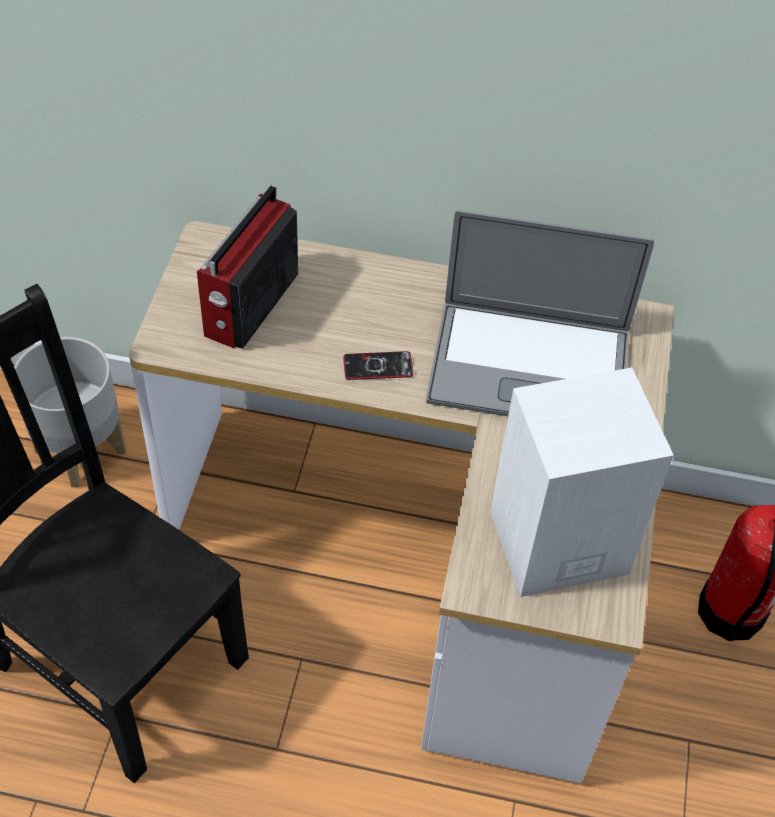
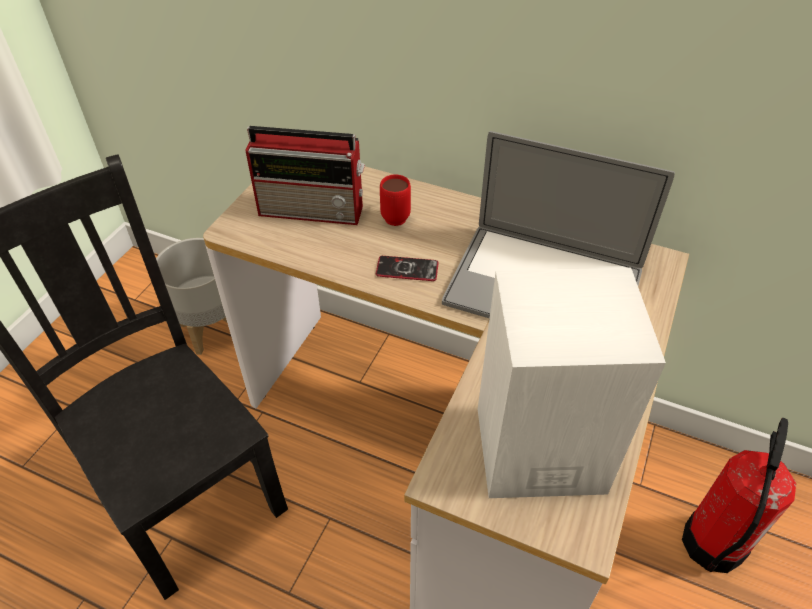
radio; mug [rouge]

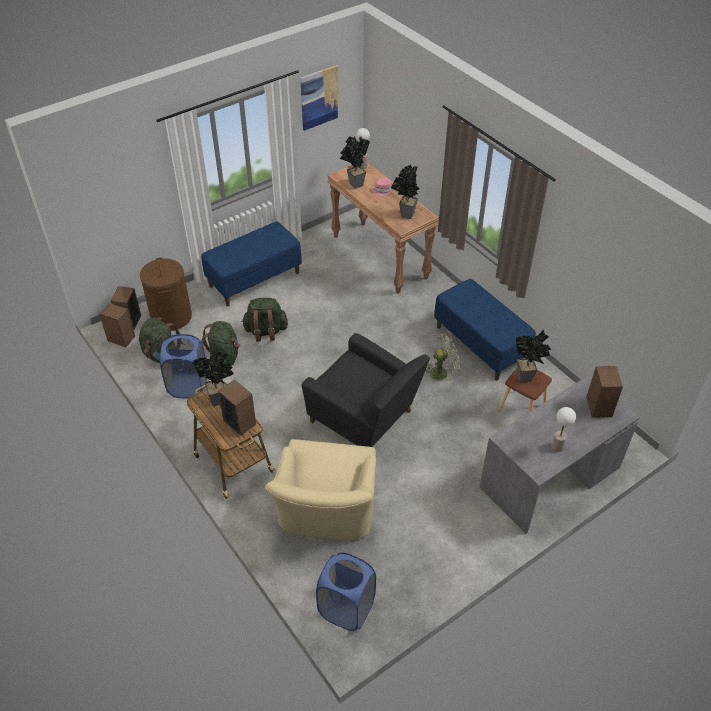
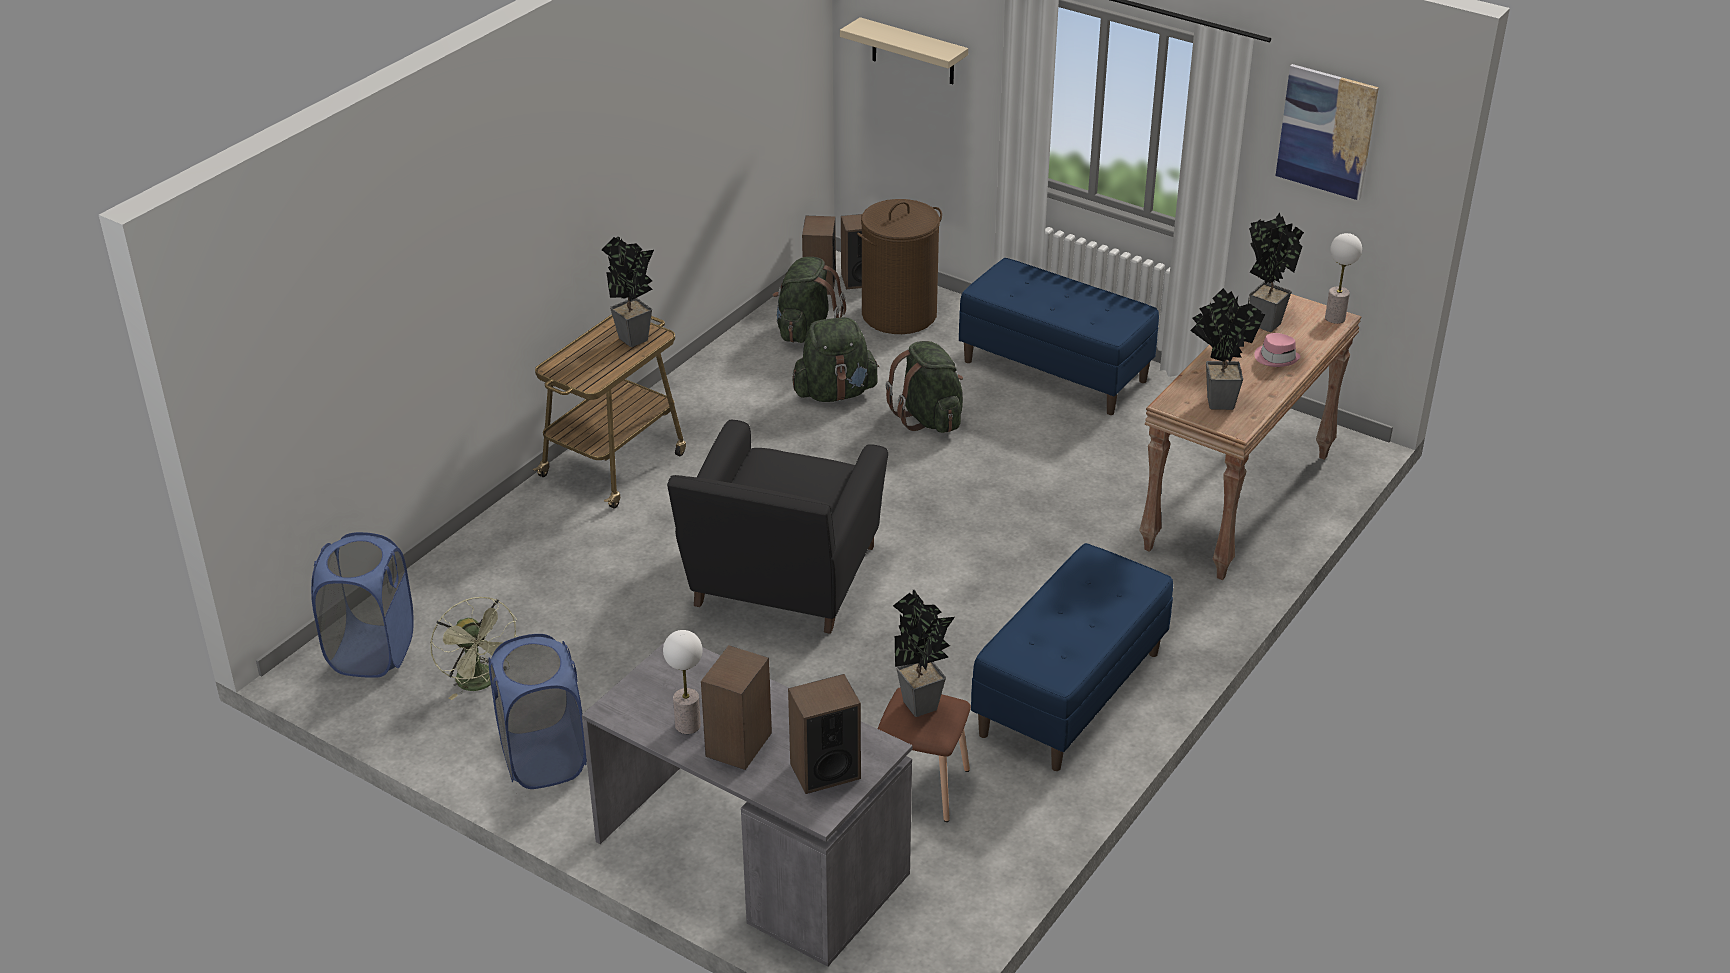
panier à linge [bleu] (2nd from left); enceinte (1st from left); fauteuil [beige]; ventilateur [vert]; étagère [beige]

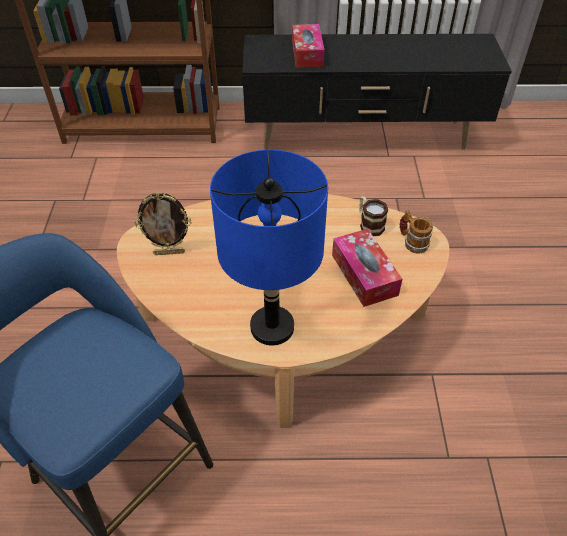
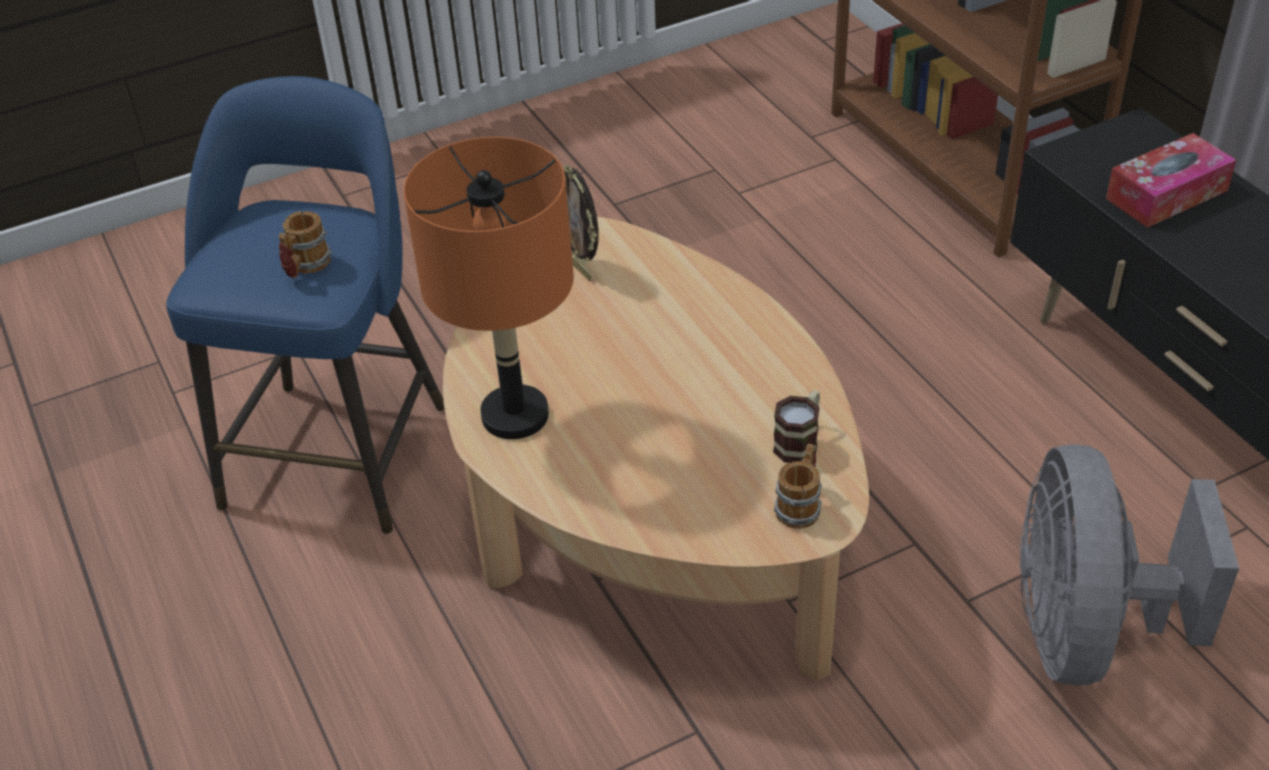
lampe de table [orange]; boîte à mouchoirs (2nd from left in the first image); mug (1st from left); ventilateur [gris]

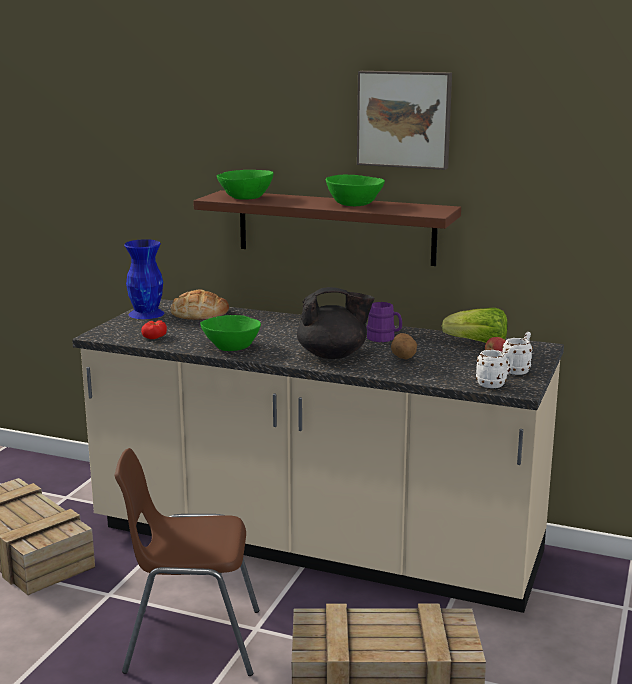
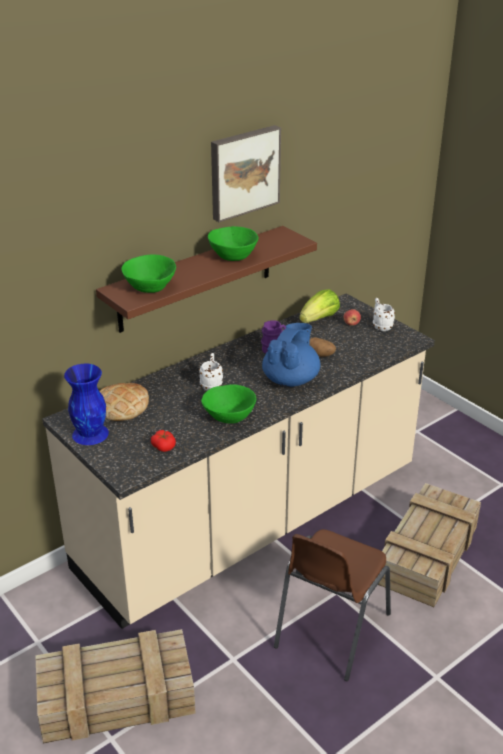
théière [bleu]; mug [blanc] (1st from left)

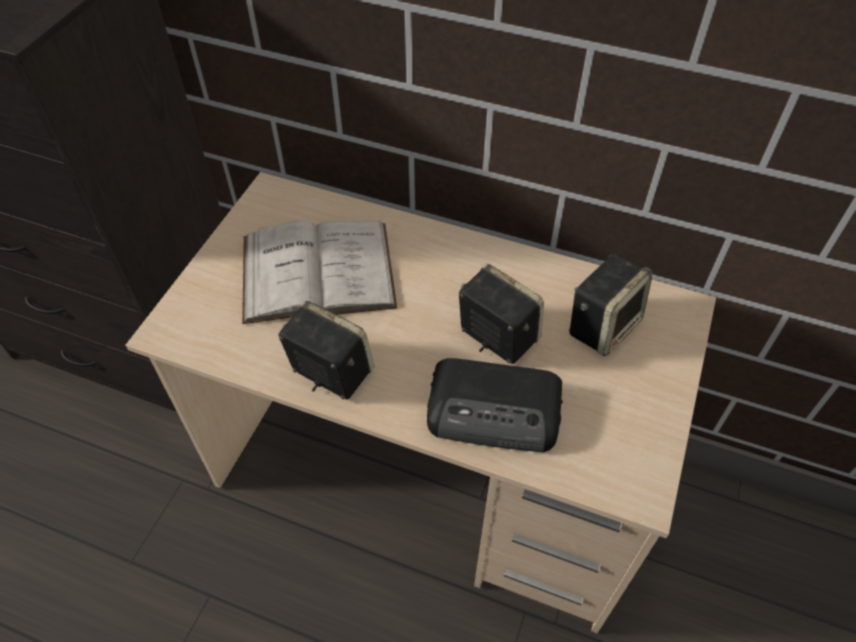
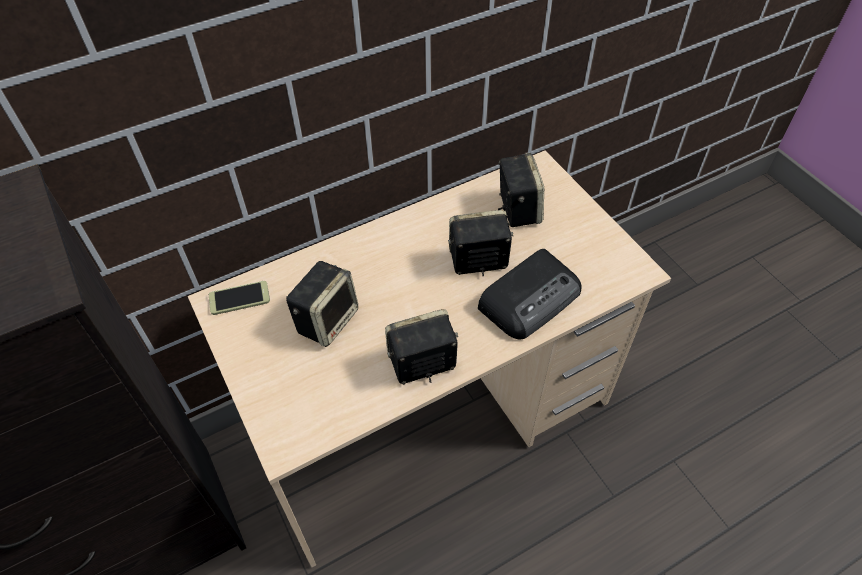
enceinte (1st from left); téléphone

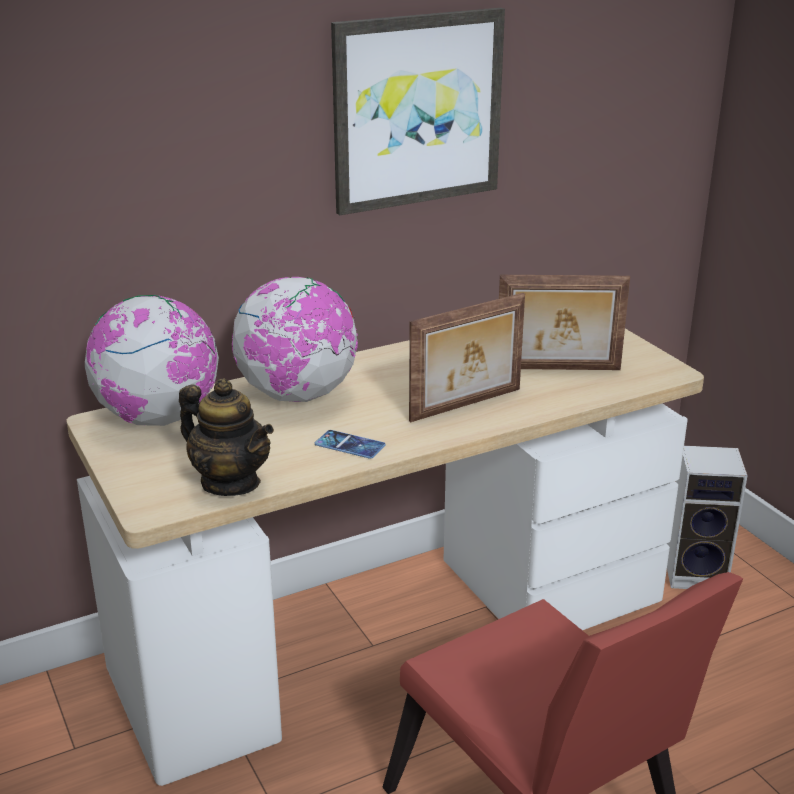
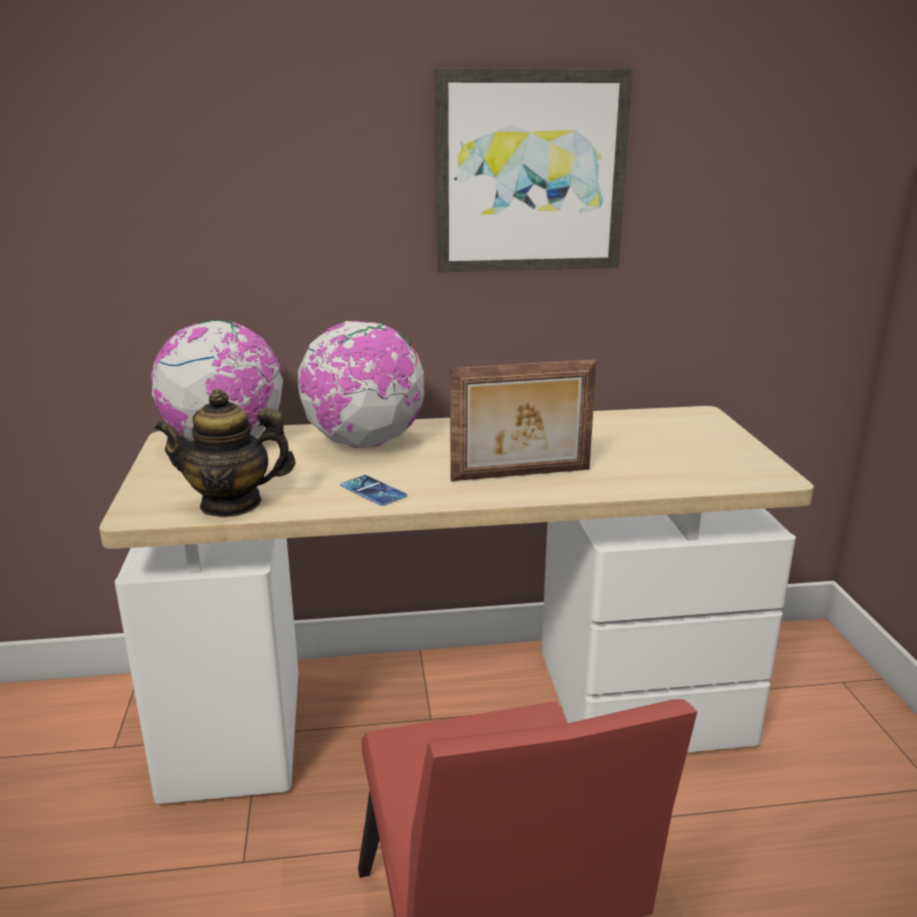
théière; cadre photo (2nd from left in the first image); enceinte

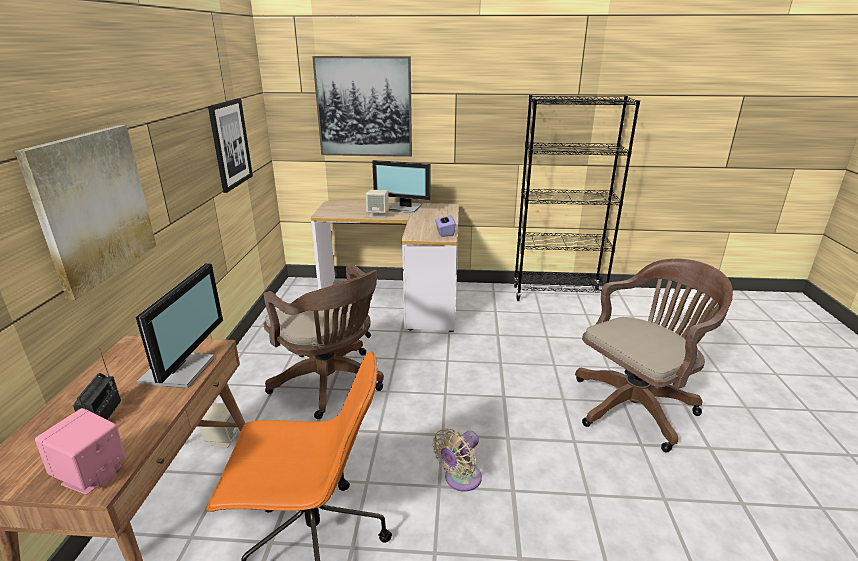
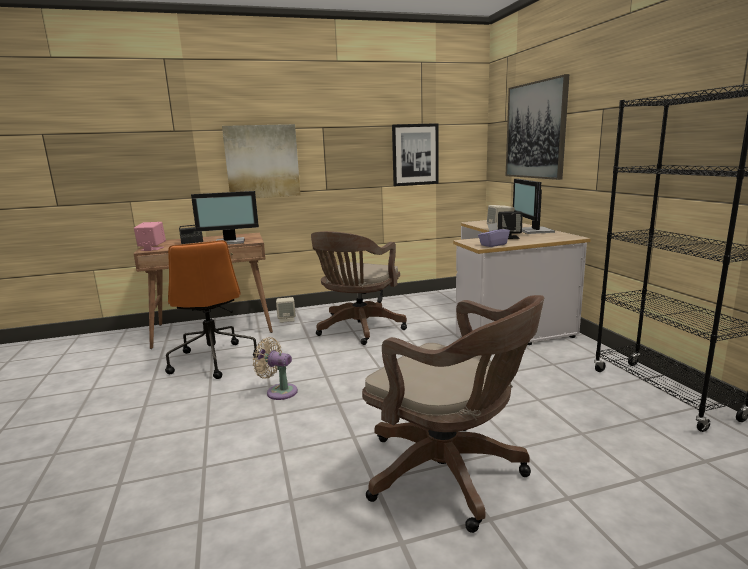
enceinte [noir]

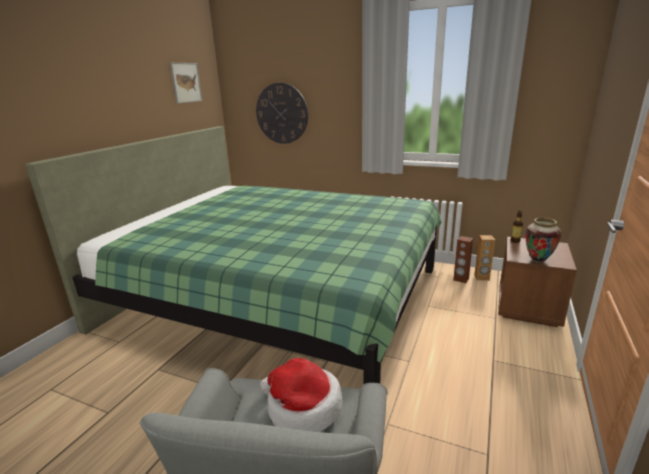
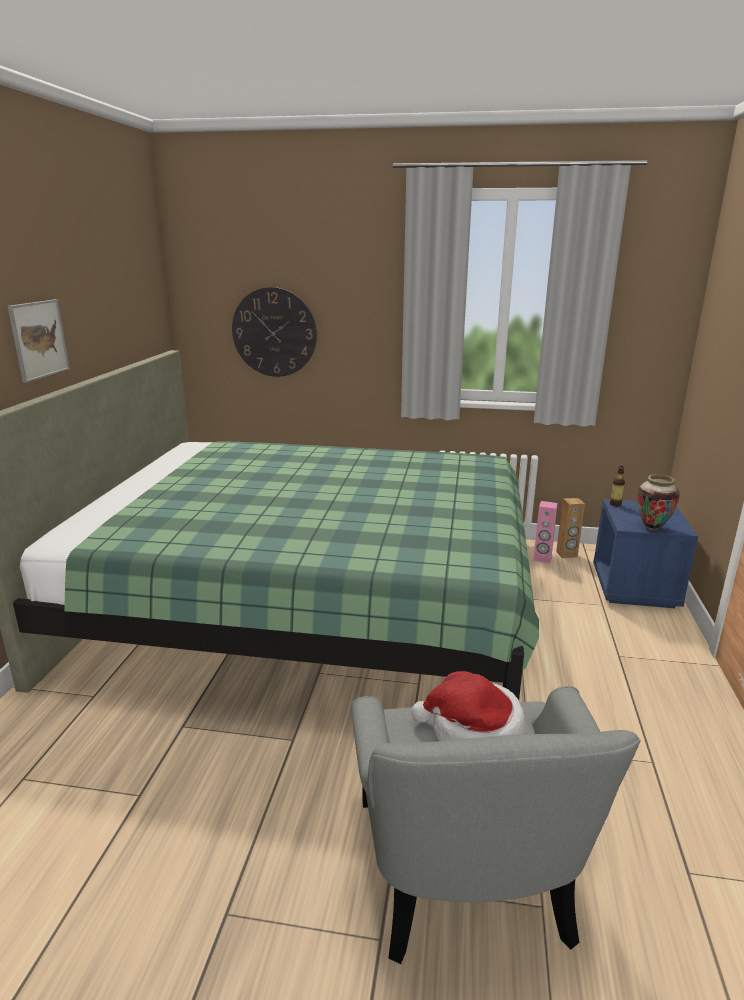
tableau; enceinte [rose]; table de chevet [bleu]

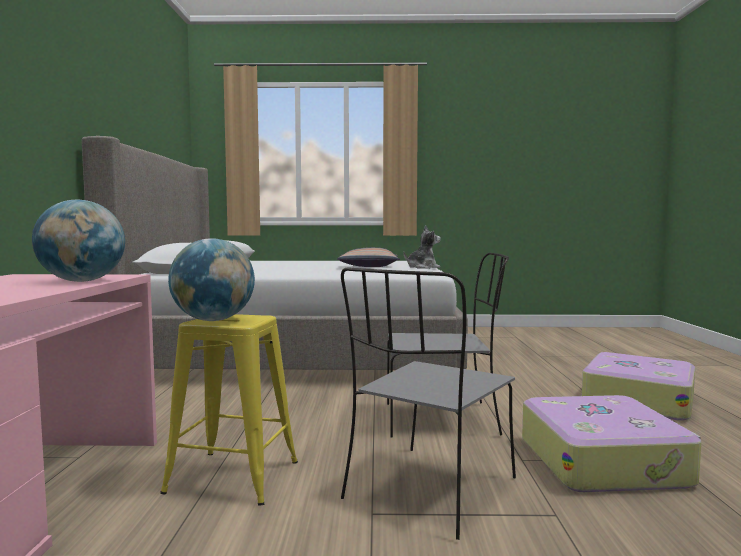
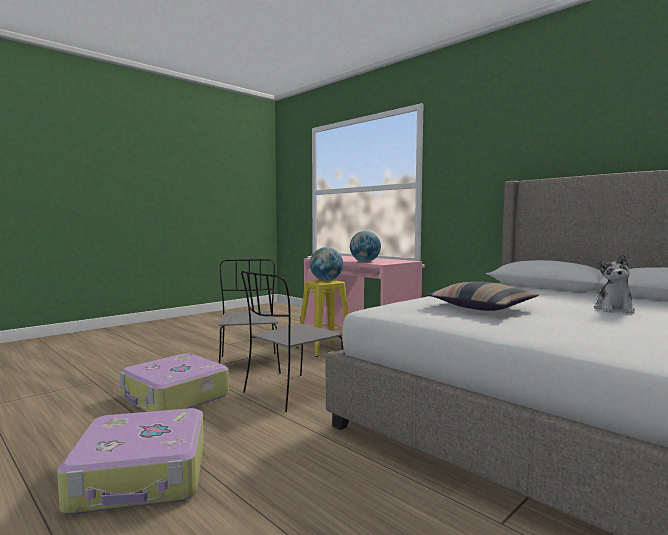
peluche

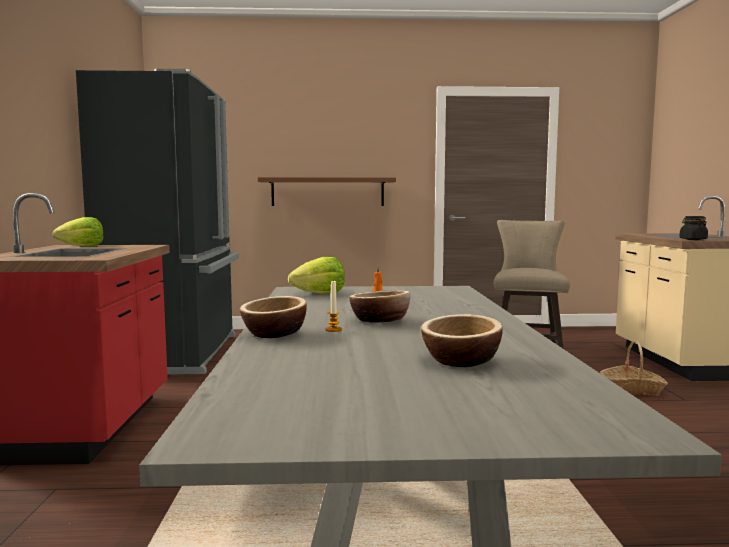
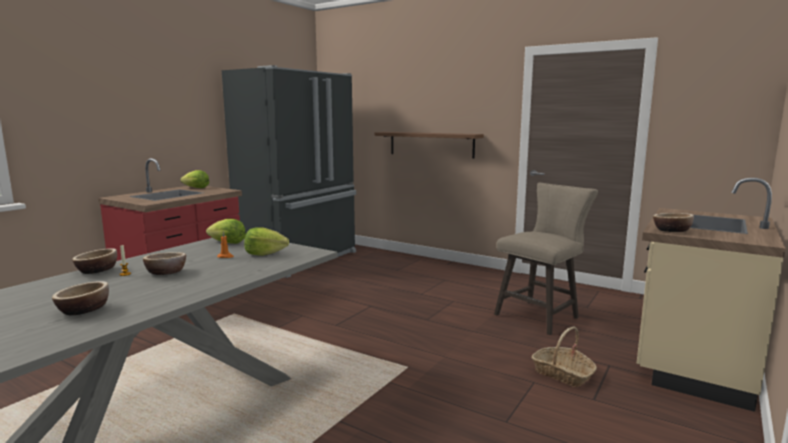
bol (4th from left); laitue (3rd from left)

